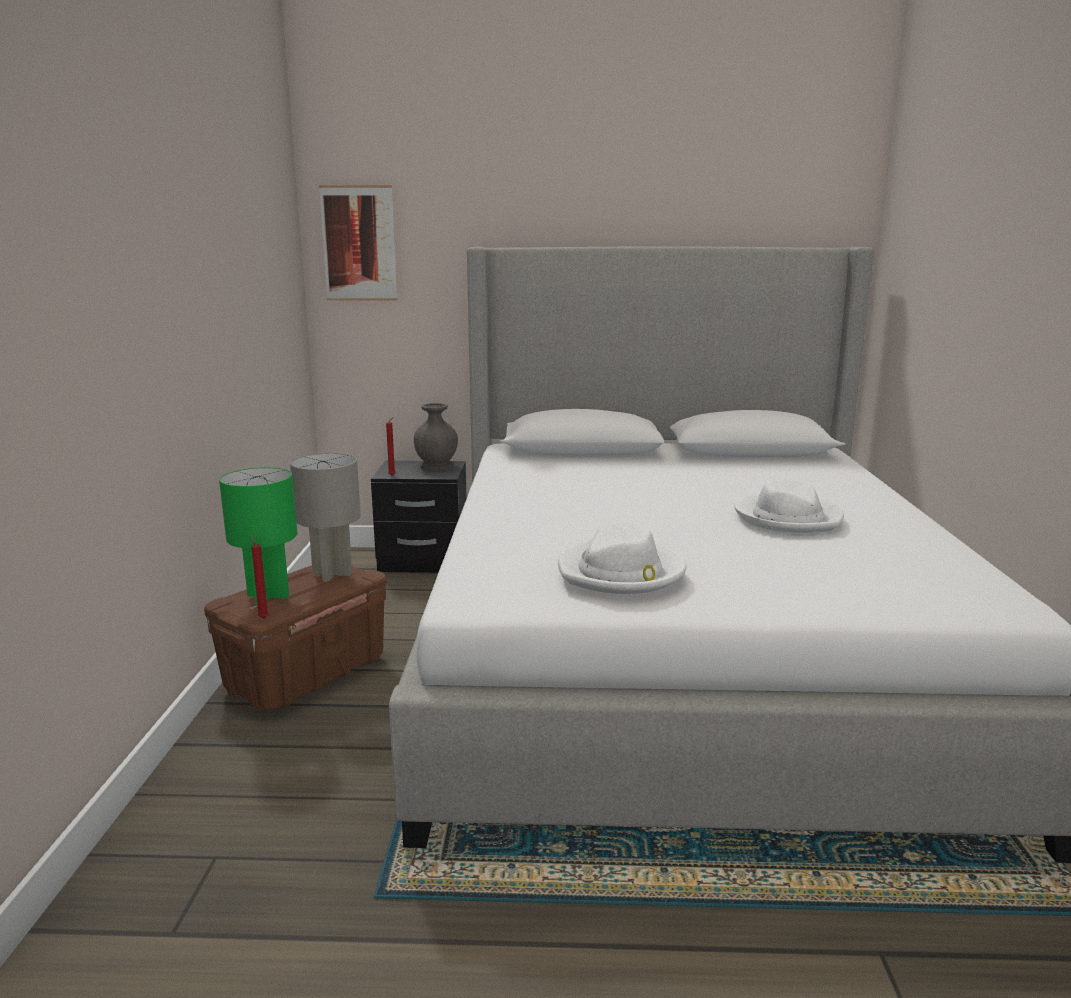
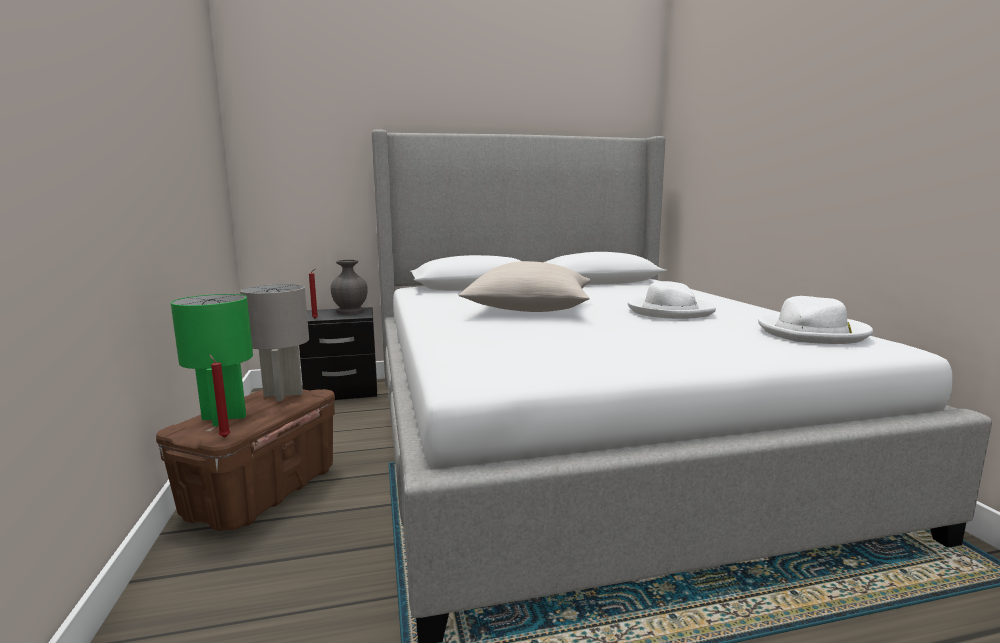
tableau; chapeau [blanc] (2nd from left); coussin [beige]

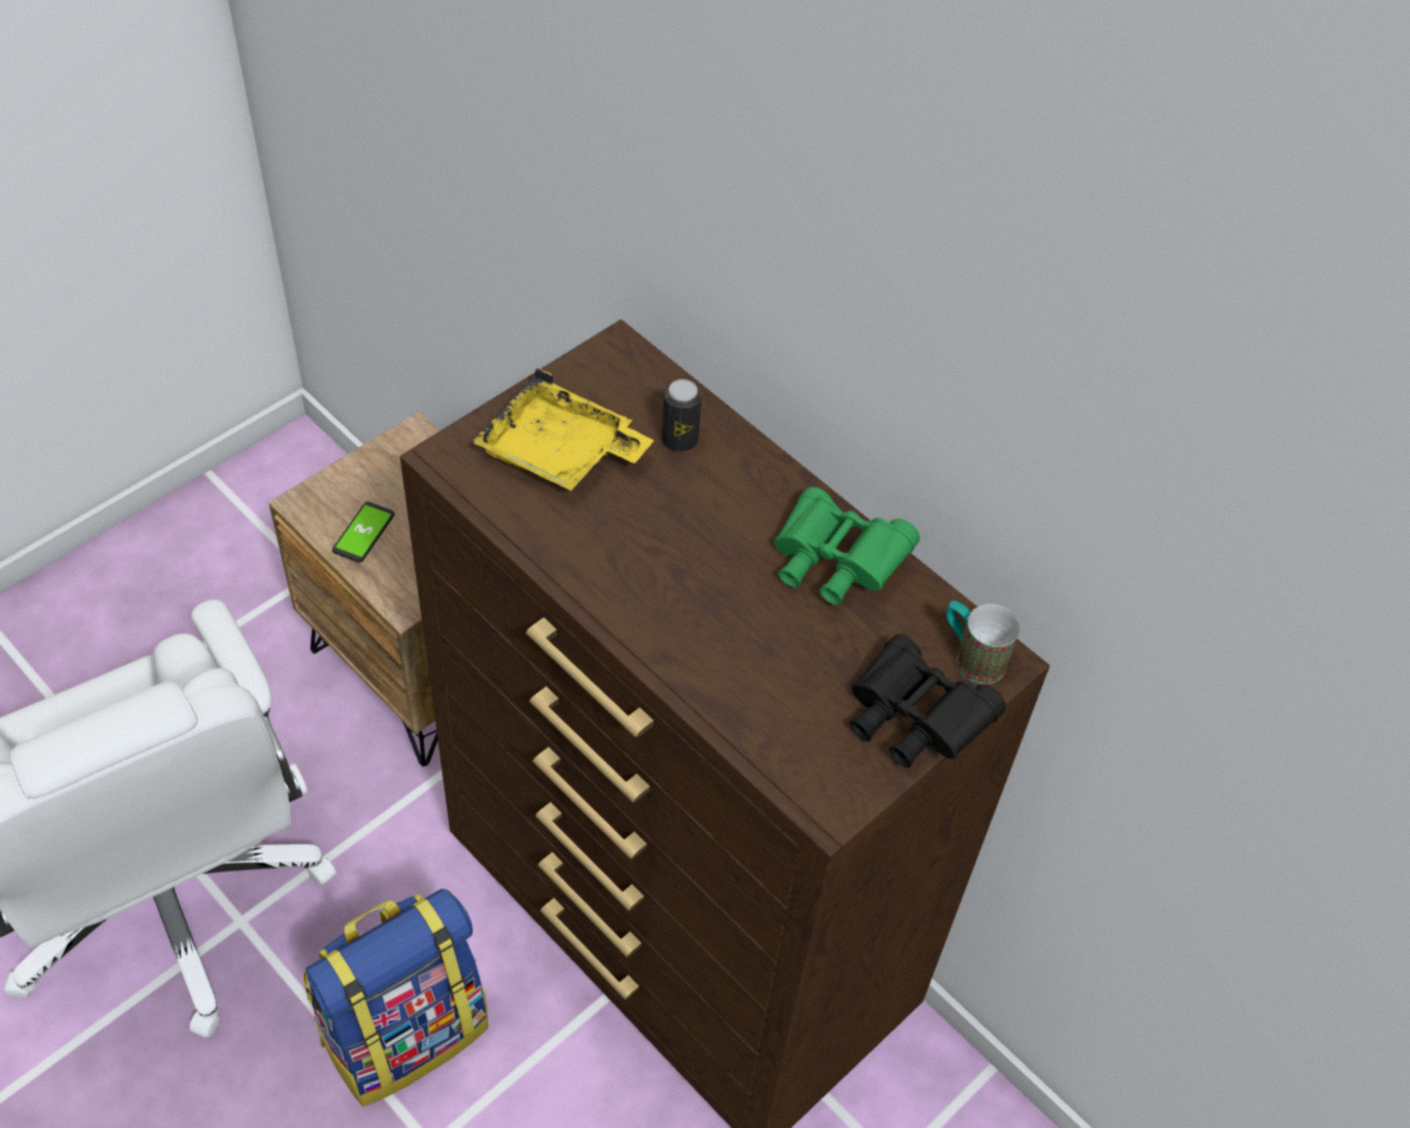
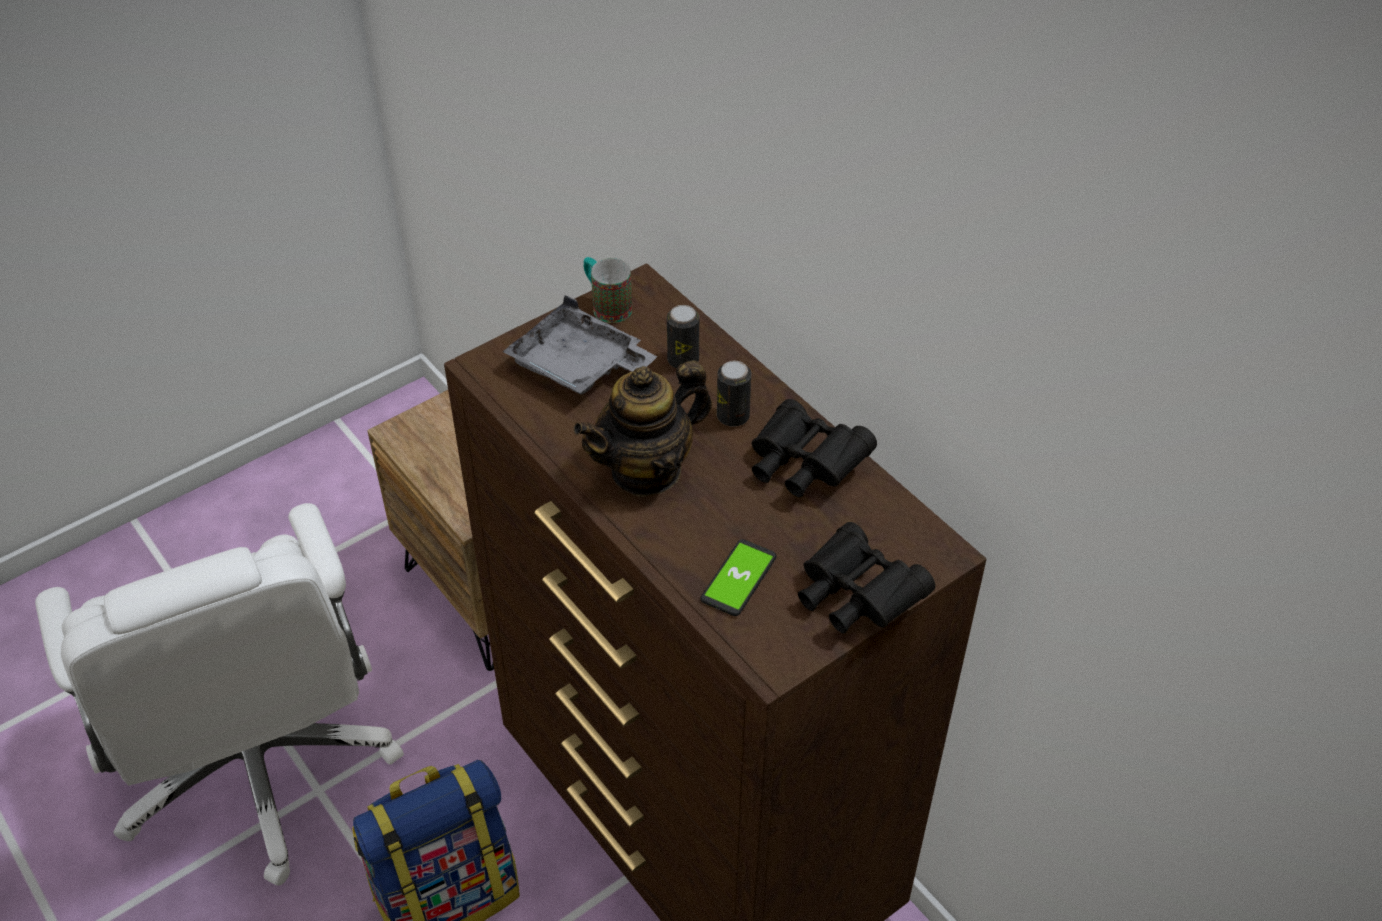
téléphone; plateau [gris]; jumelles [noir] (1st from left); mug; théière; boîte métallique (2nd from left)

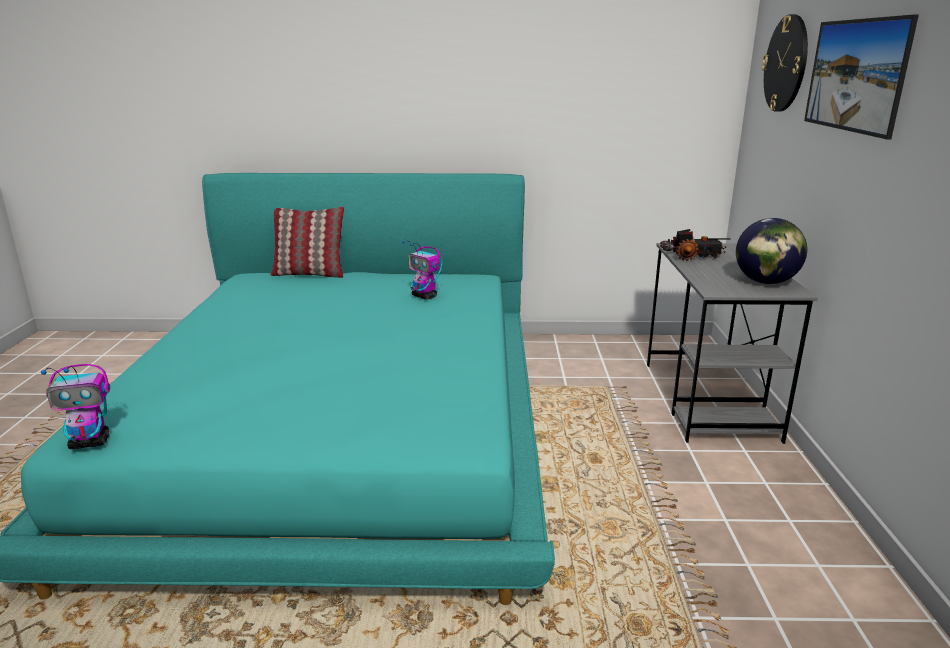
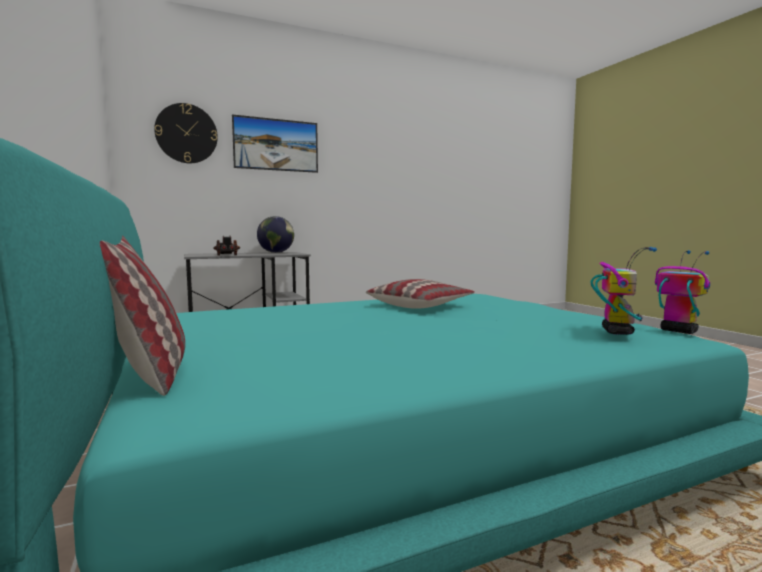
robot jouet (1st from left); coussin (2nd from left)

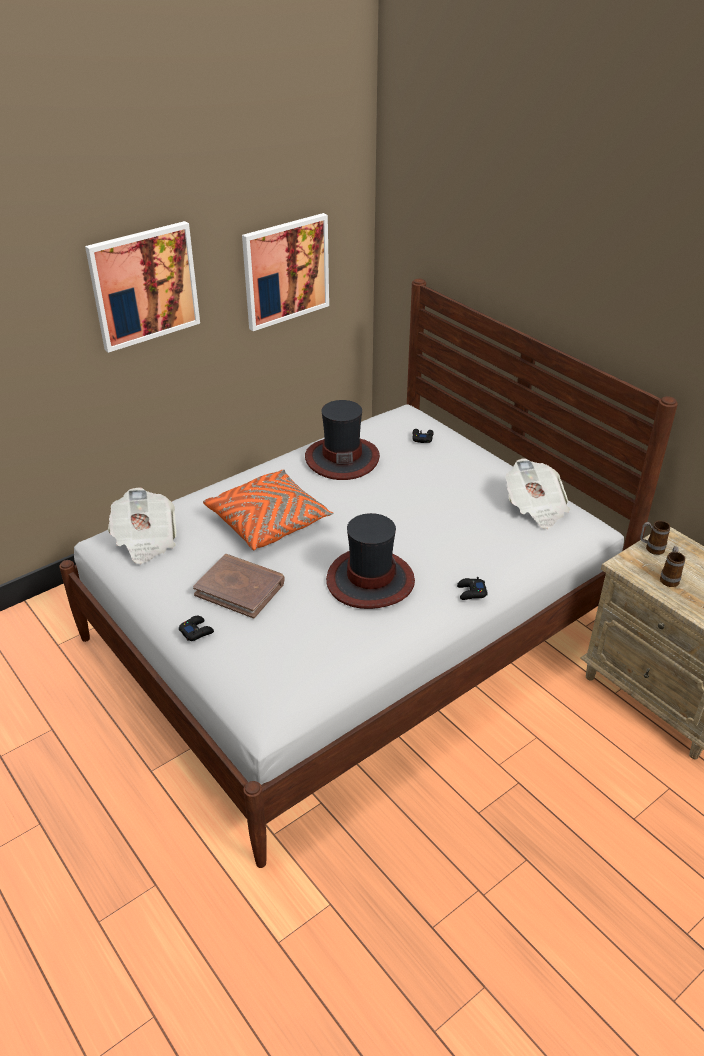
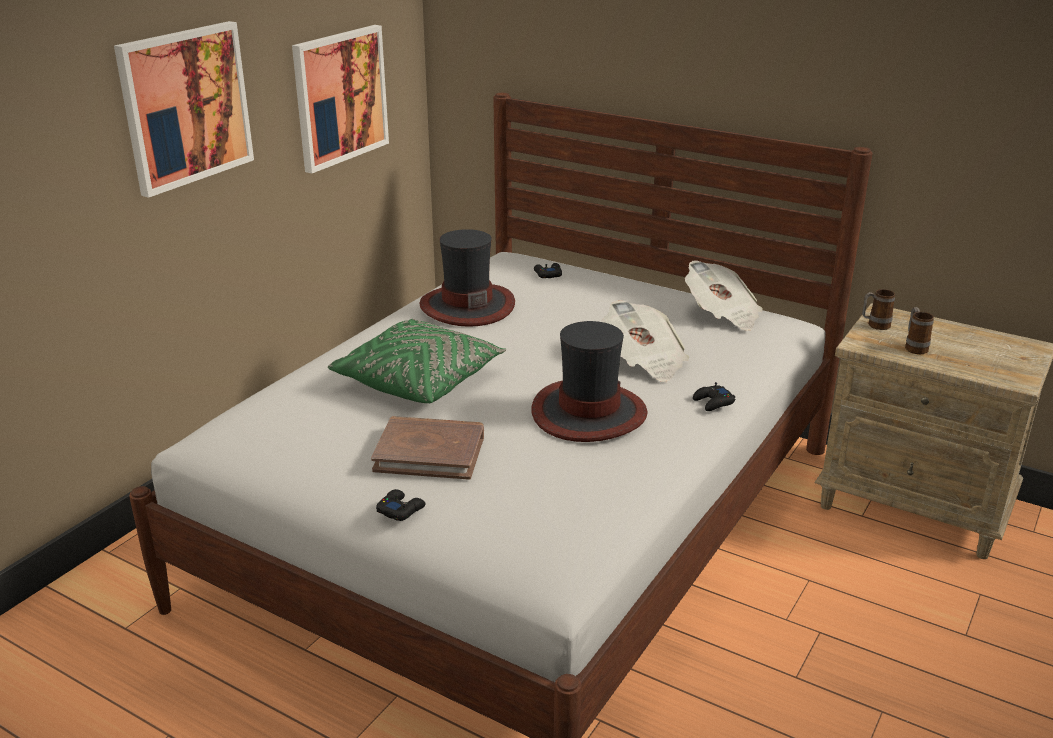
journal (1st from left); coussin [vert]

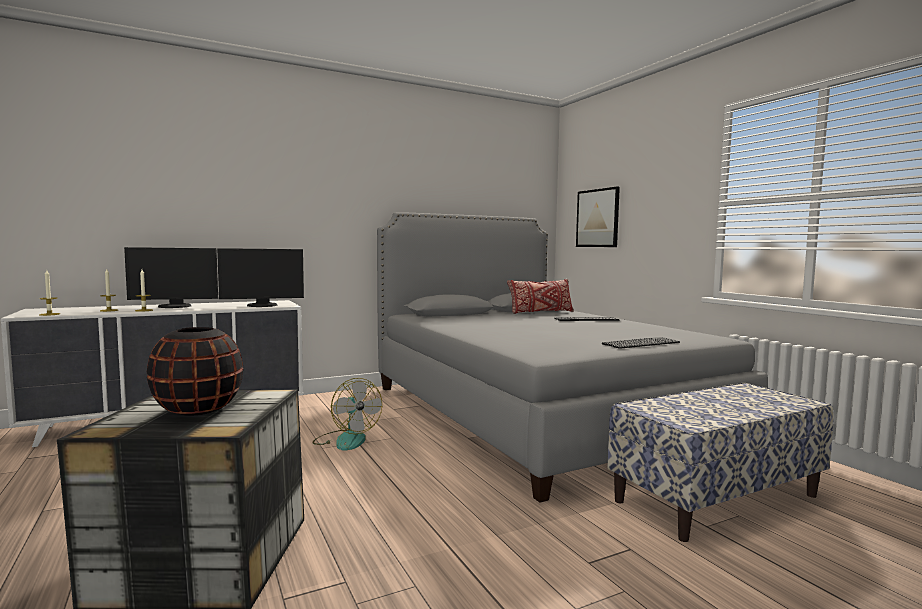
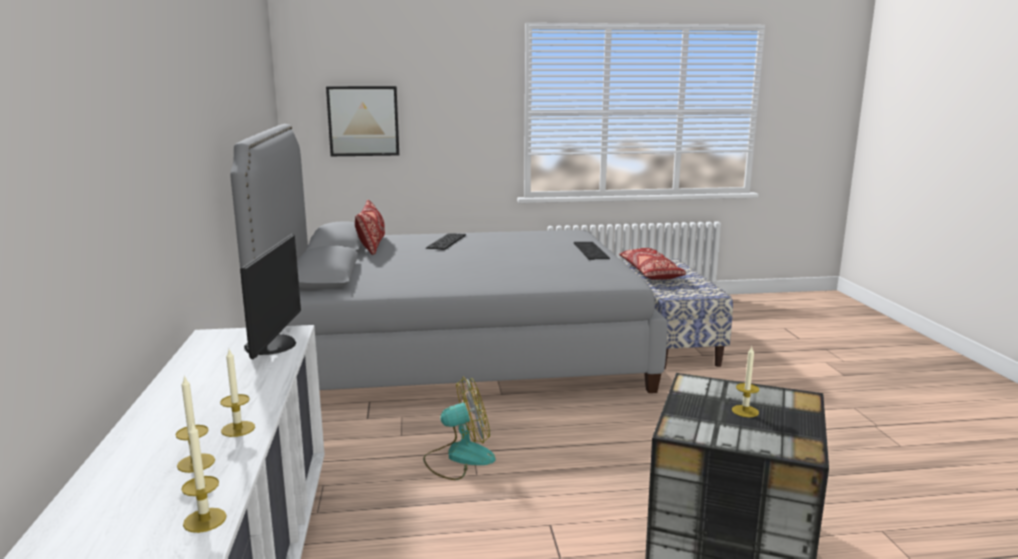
écran d'ordinateur (1st from left in the first image); bougie (4th from left); coussin [rouge] (2nd from left)

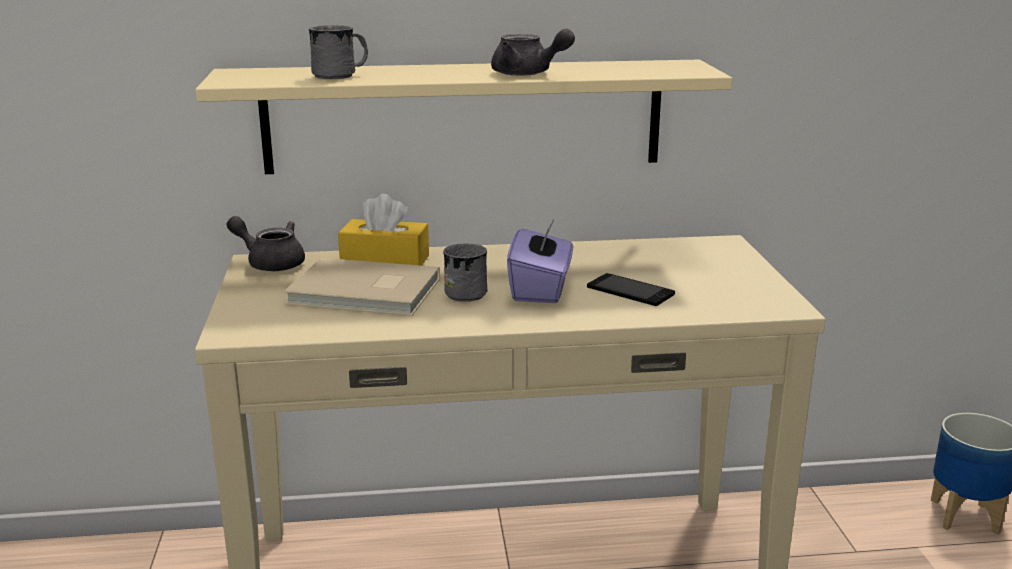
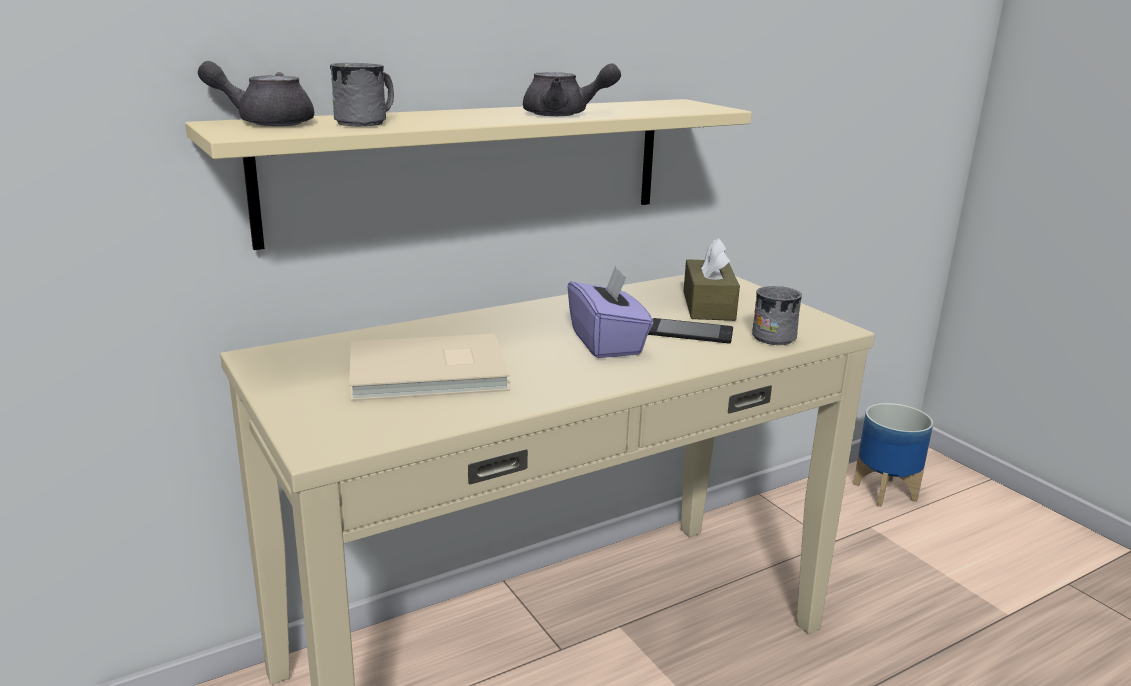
théière [gris] (1st from left); boîte à mouchoirs [jaune]; mug [gris] (2nd from left); boîte à mouchoirs [marron]

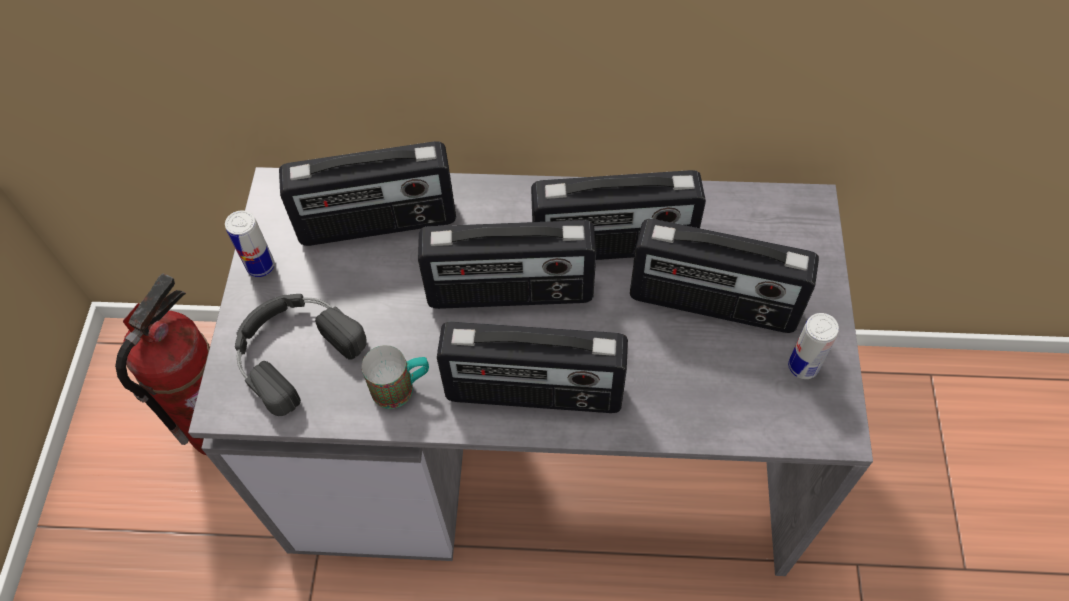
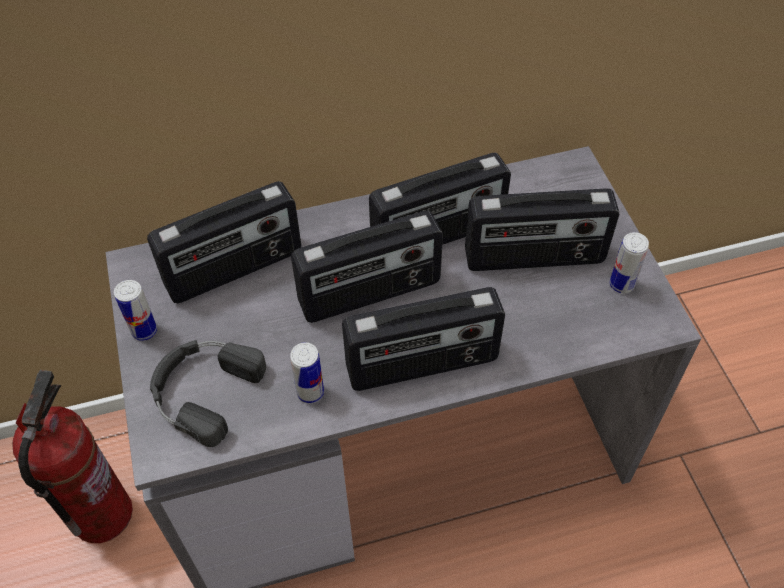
boîte métallique (2nd from left)

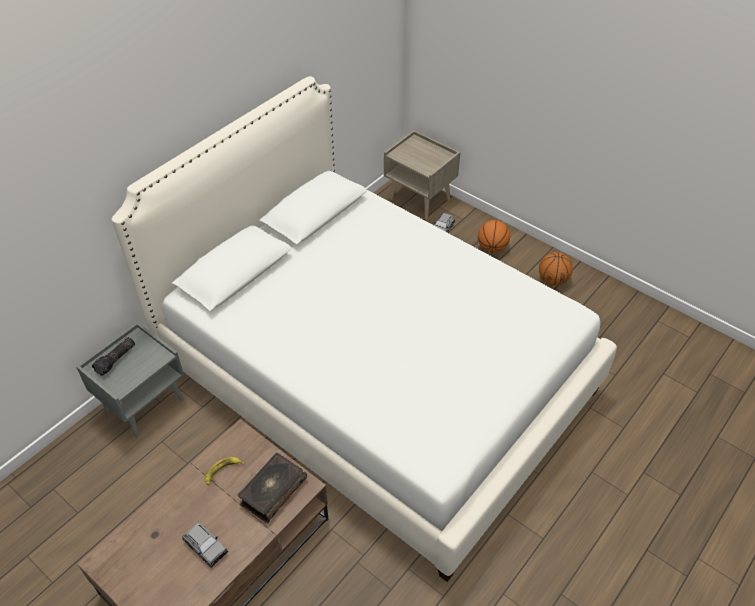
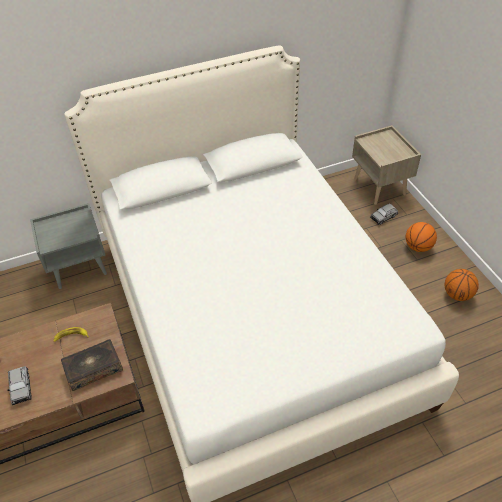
lampe de poche

